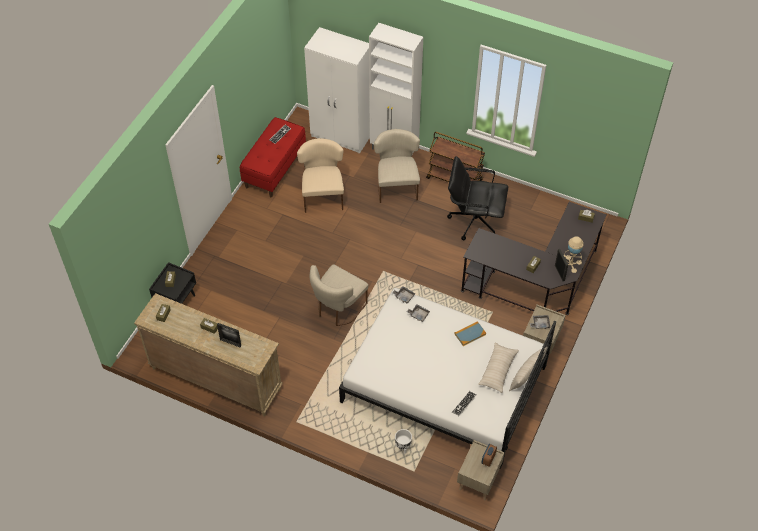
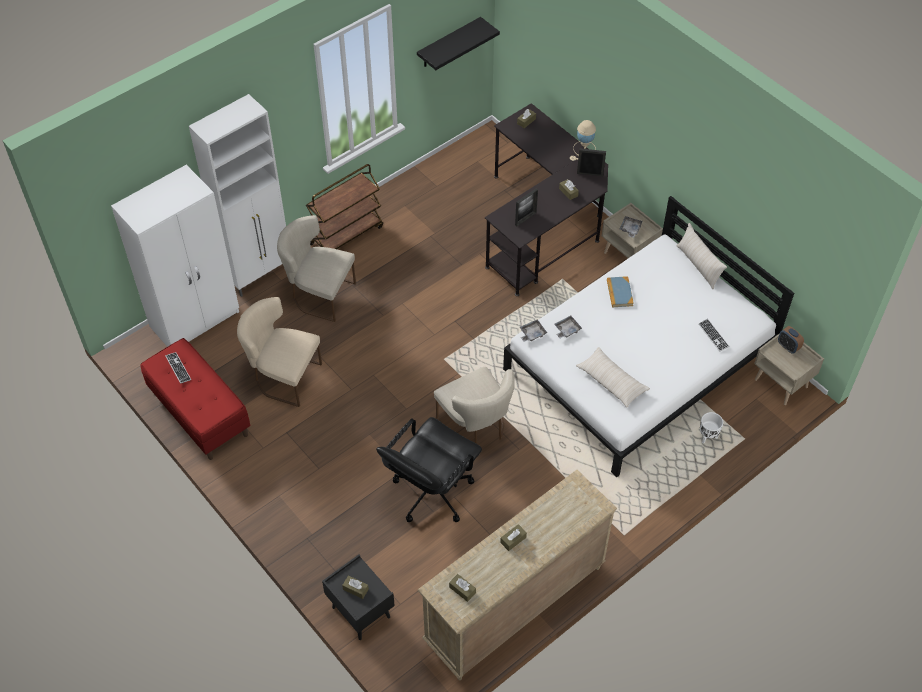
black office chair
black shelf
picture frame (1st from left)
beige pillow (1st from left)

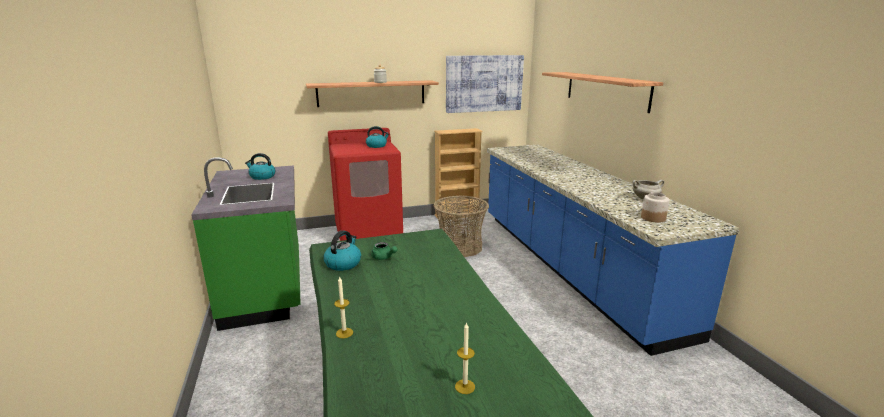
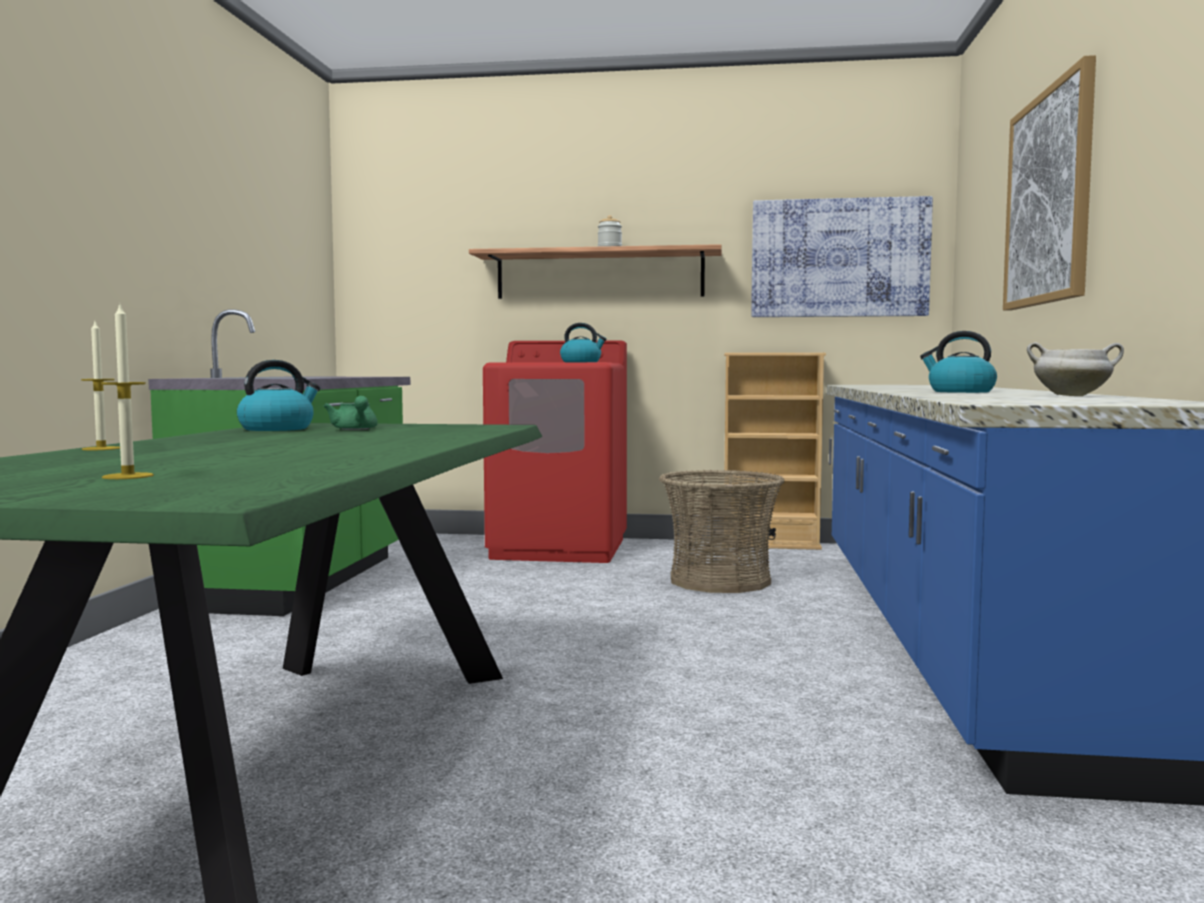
kettle (3rd from left)
picture (2nd from left)
jar (2nd from left in the first image)

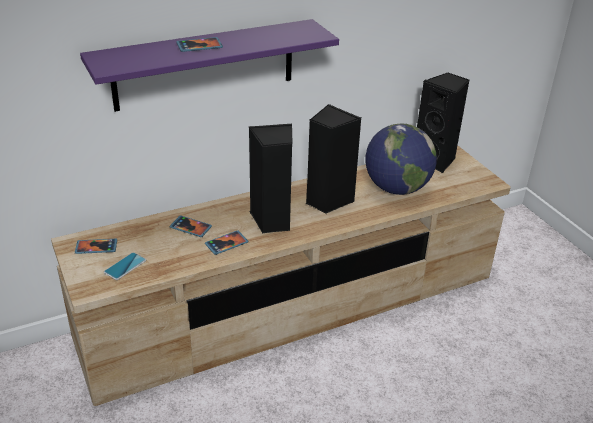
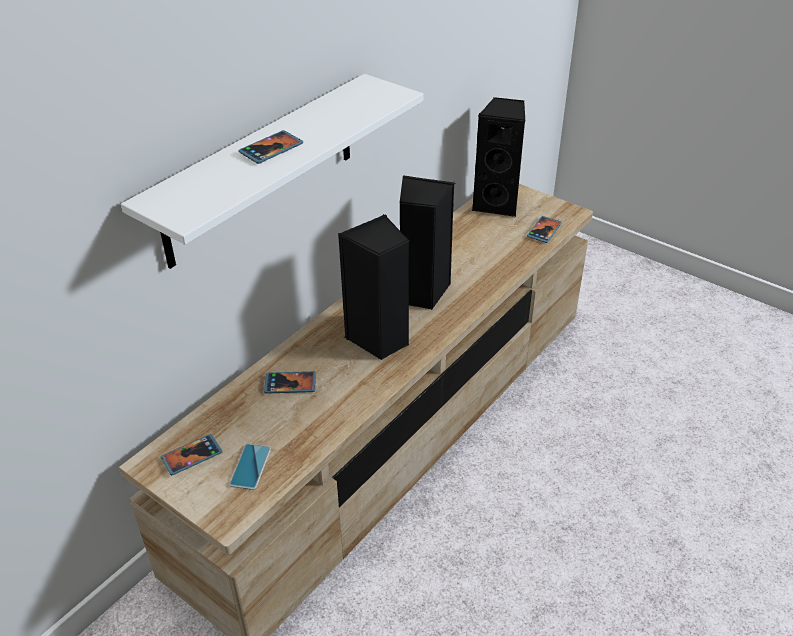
white shelf
phone (5th from left)
globe

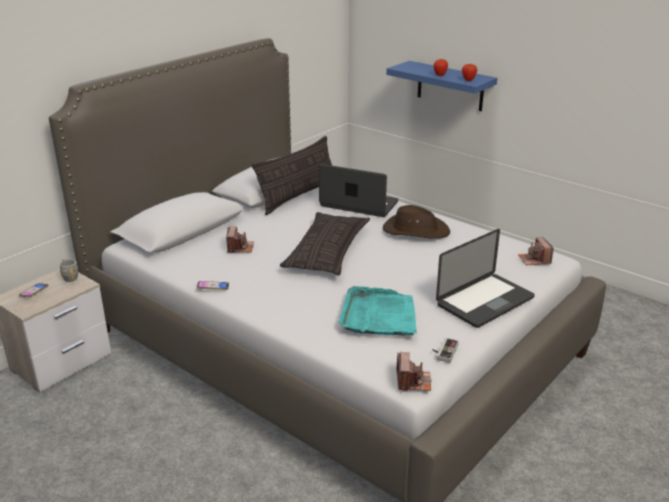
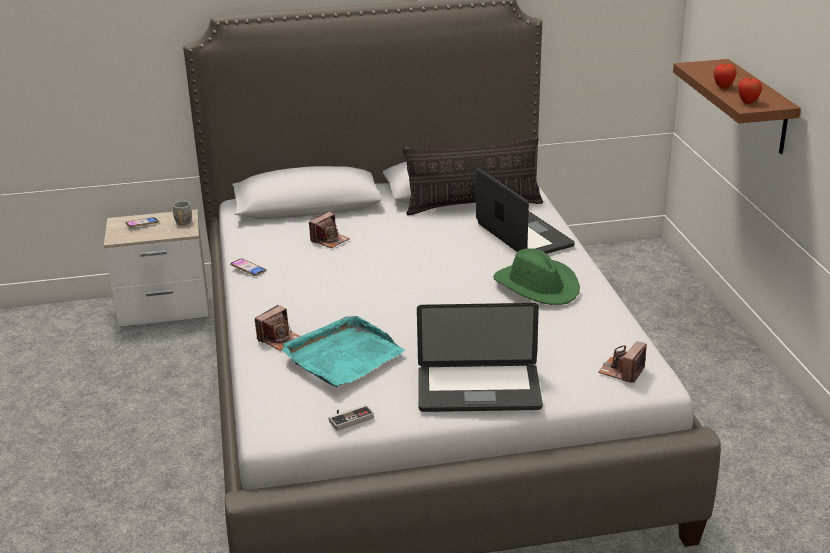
photo camera (1st from left)
green hat
brown shelf
pillow (2nd from left in the first image)

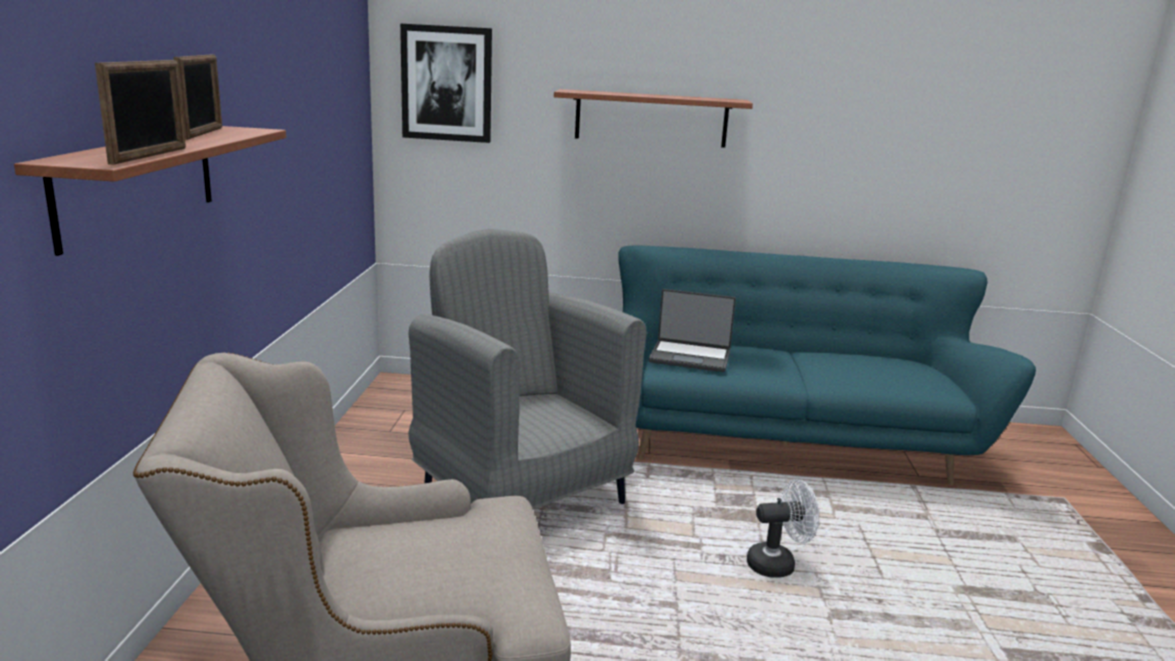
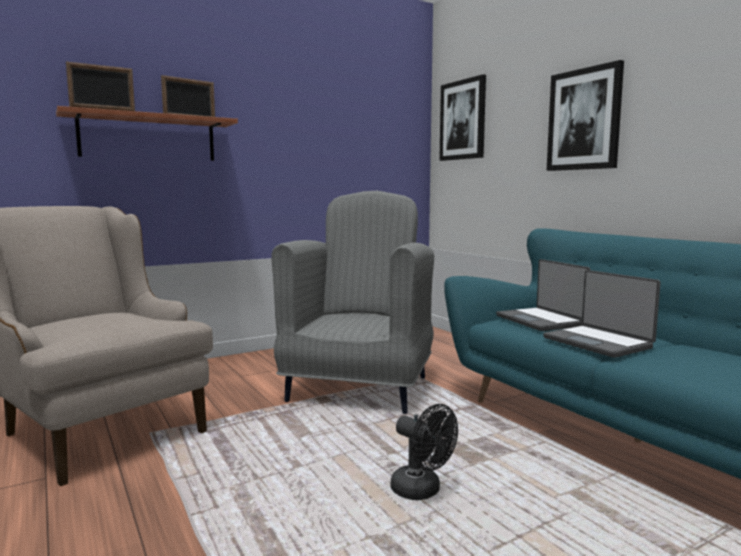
black fan
laptop (2nd from left)
picture (2nd from left)

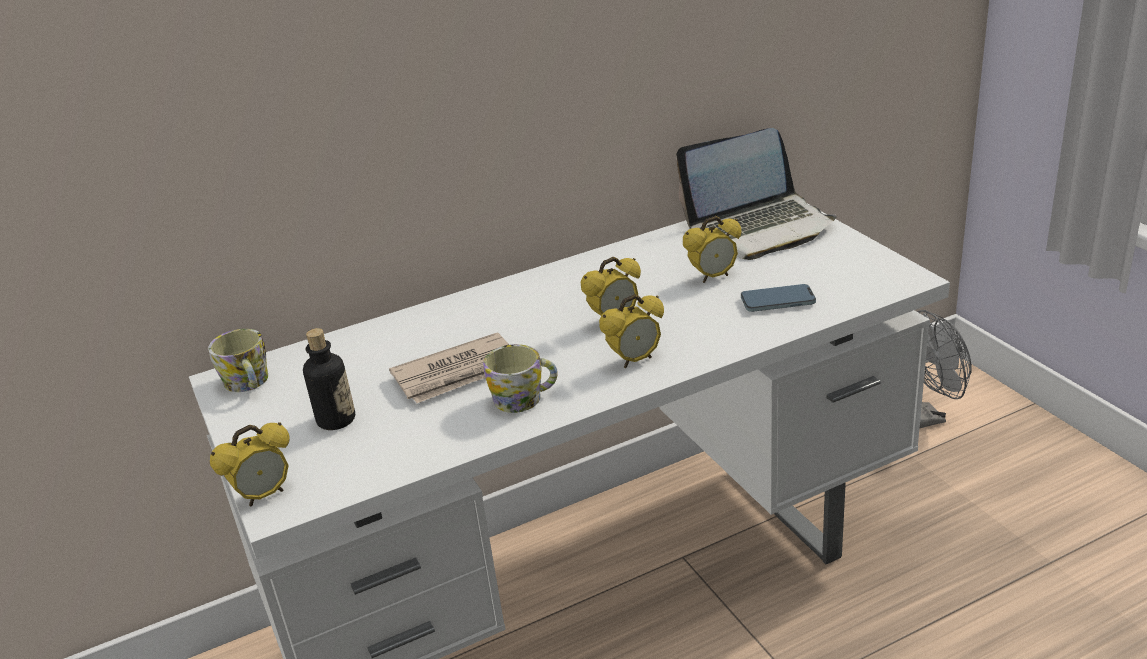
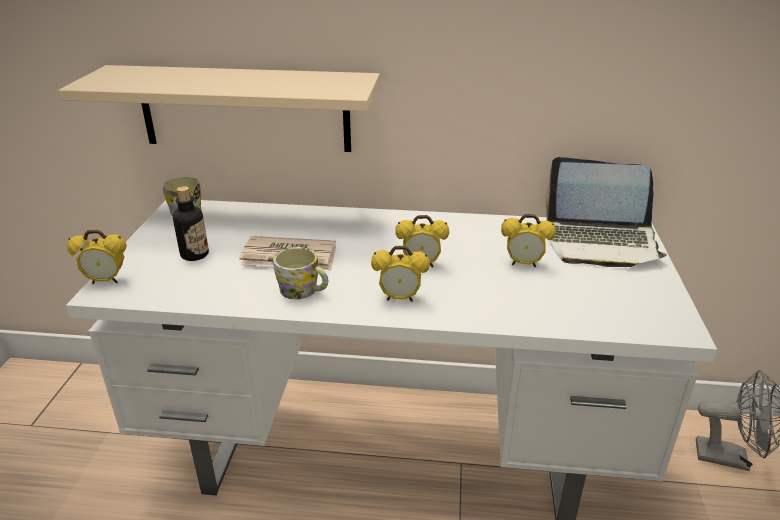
beige shelf
phone

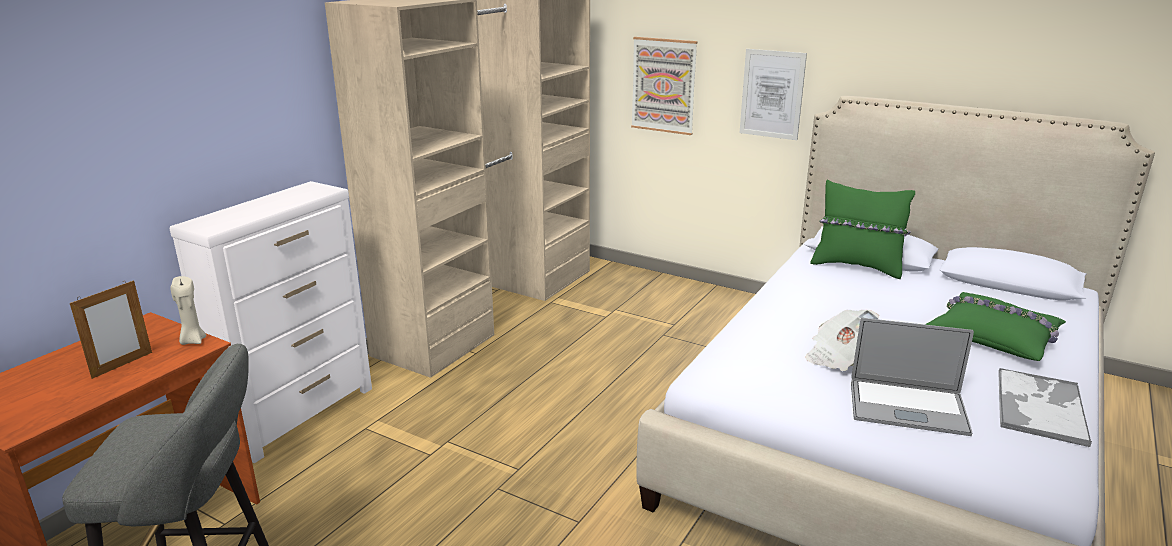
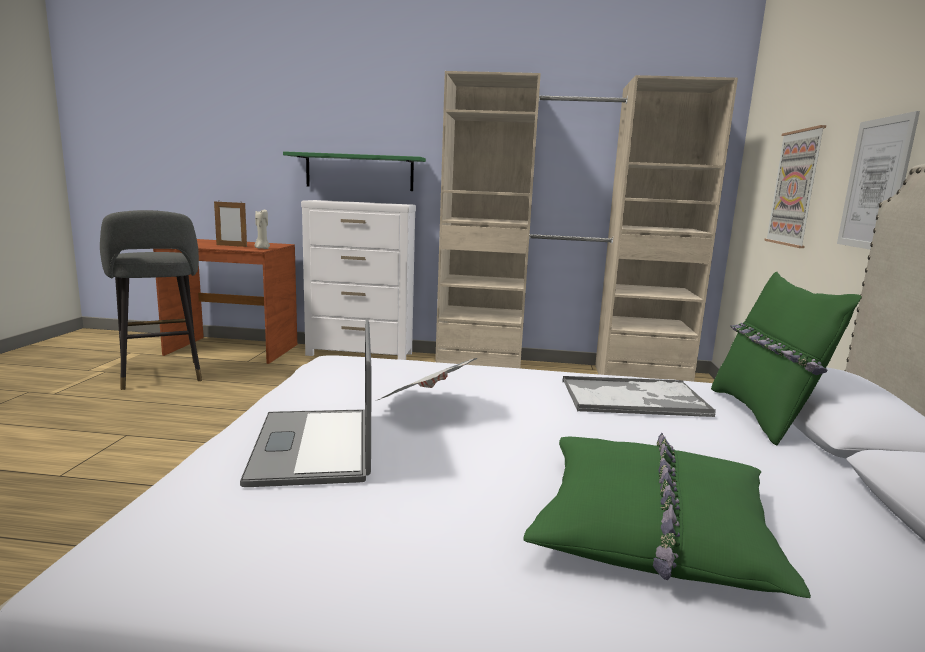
green shelf
tray

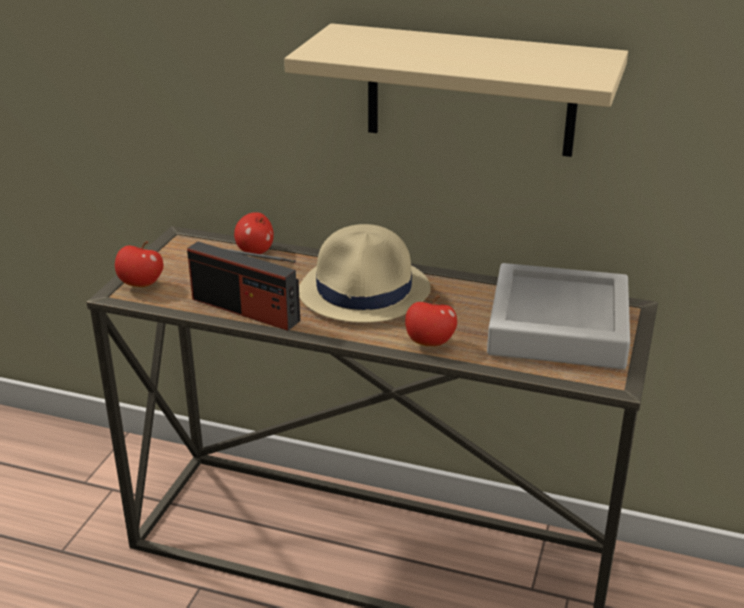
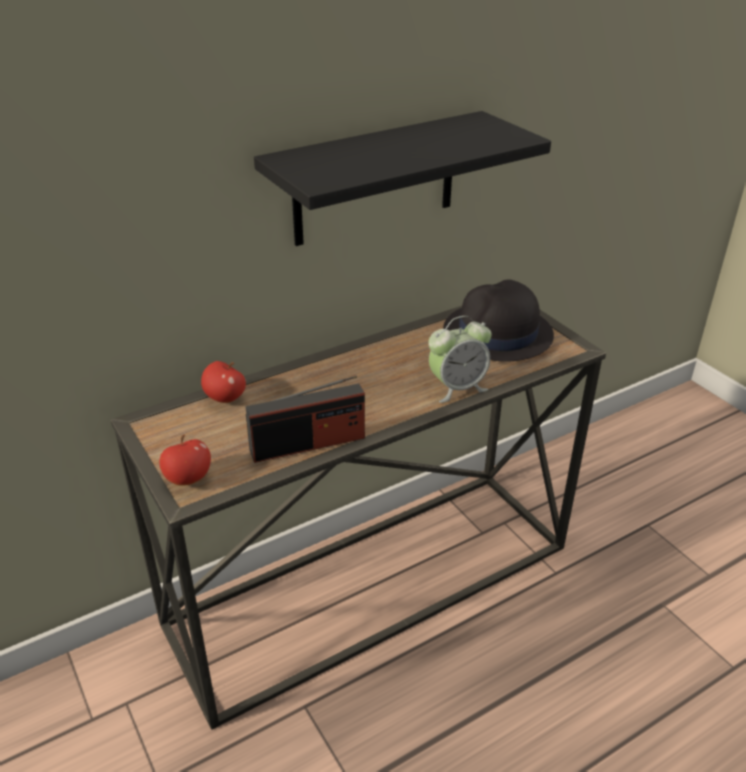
black shelf
alarm clock
black hat
beige hat

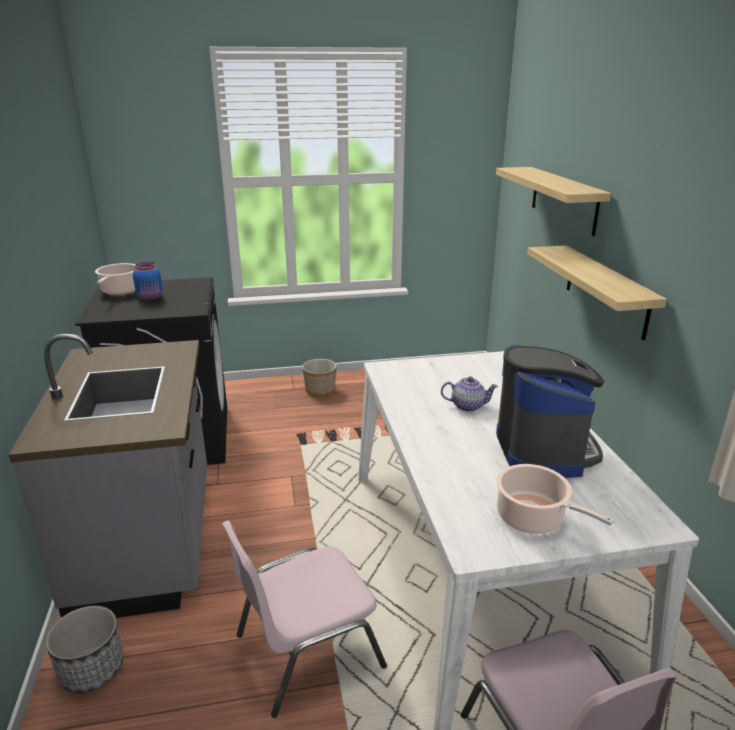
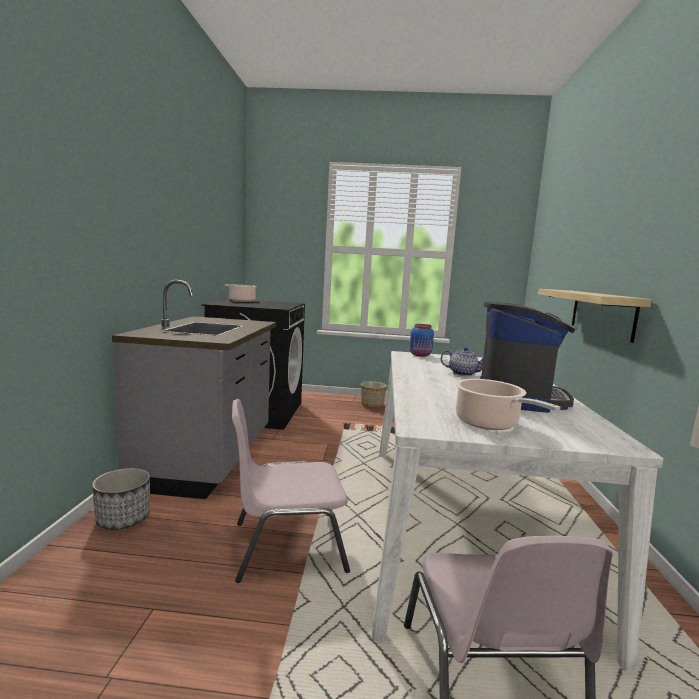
blue jar
shelf (1st from left in the first image)

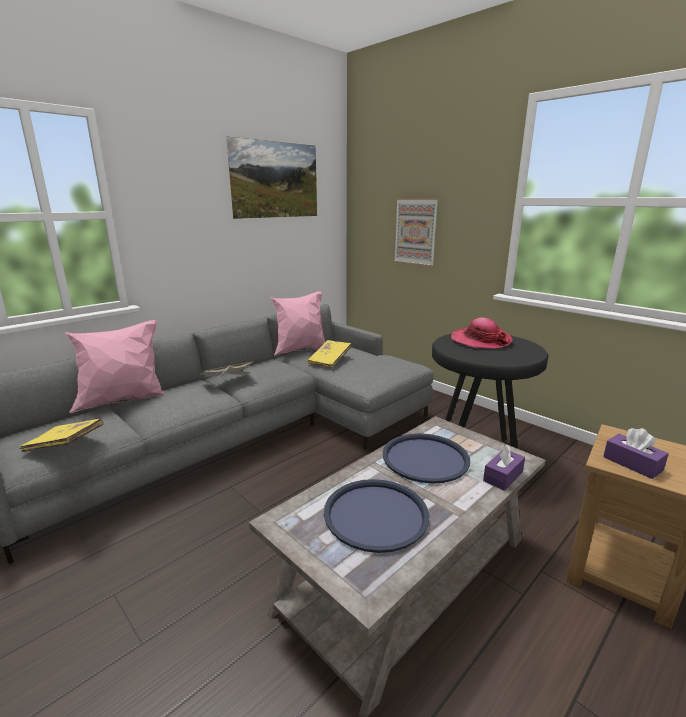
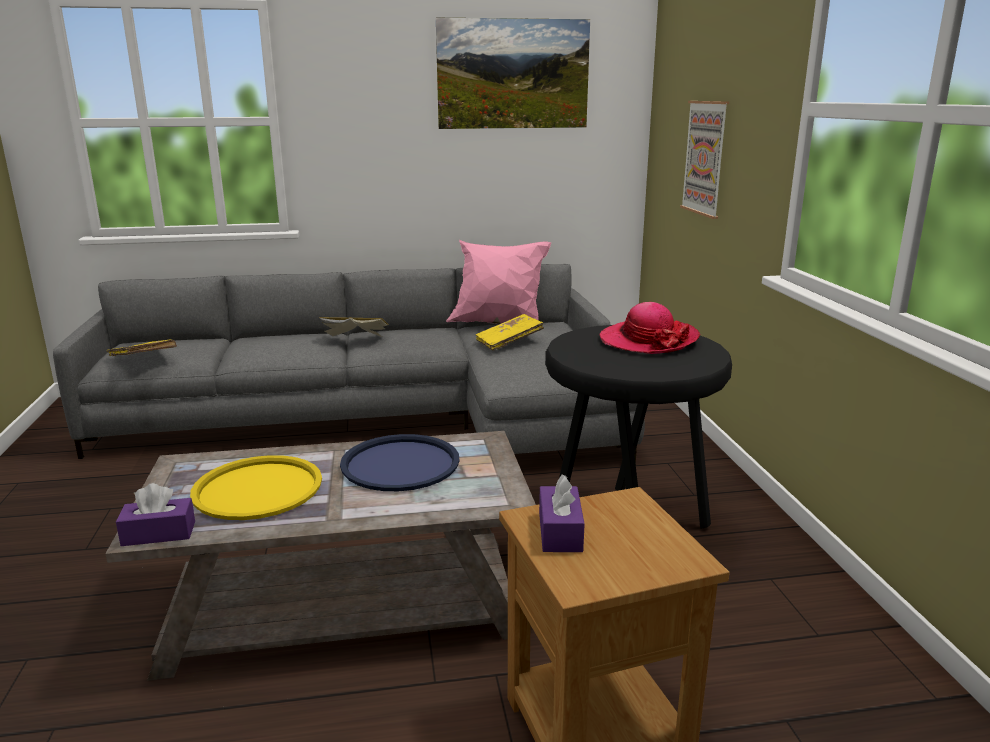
purple tissue box (1st from left)
yellow tray
pink pillow (1st from left in the first image)

